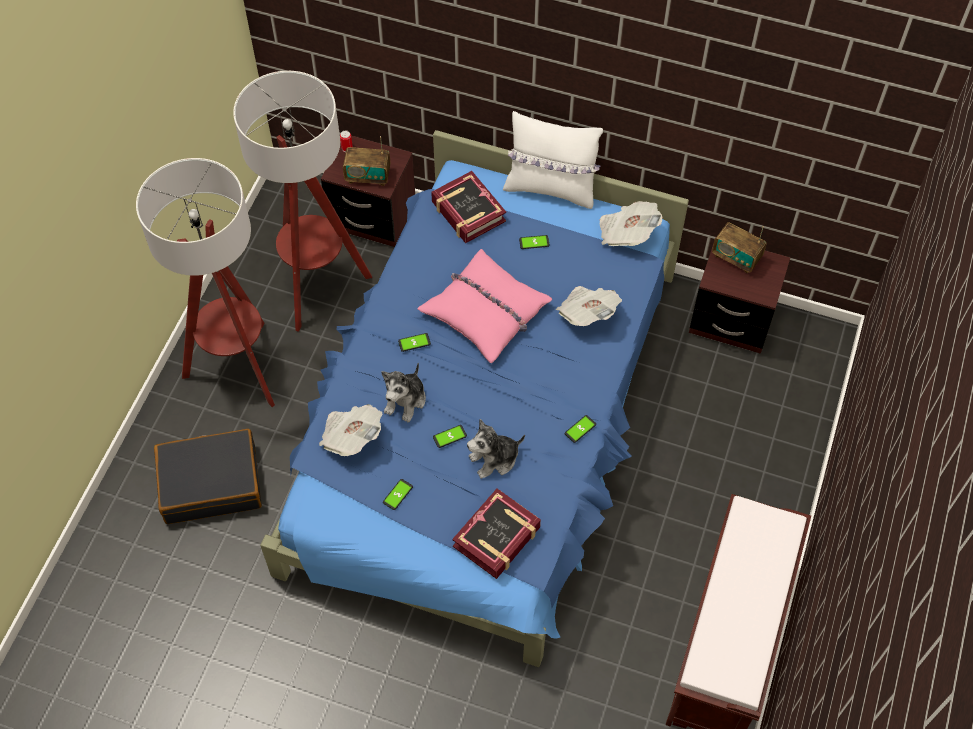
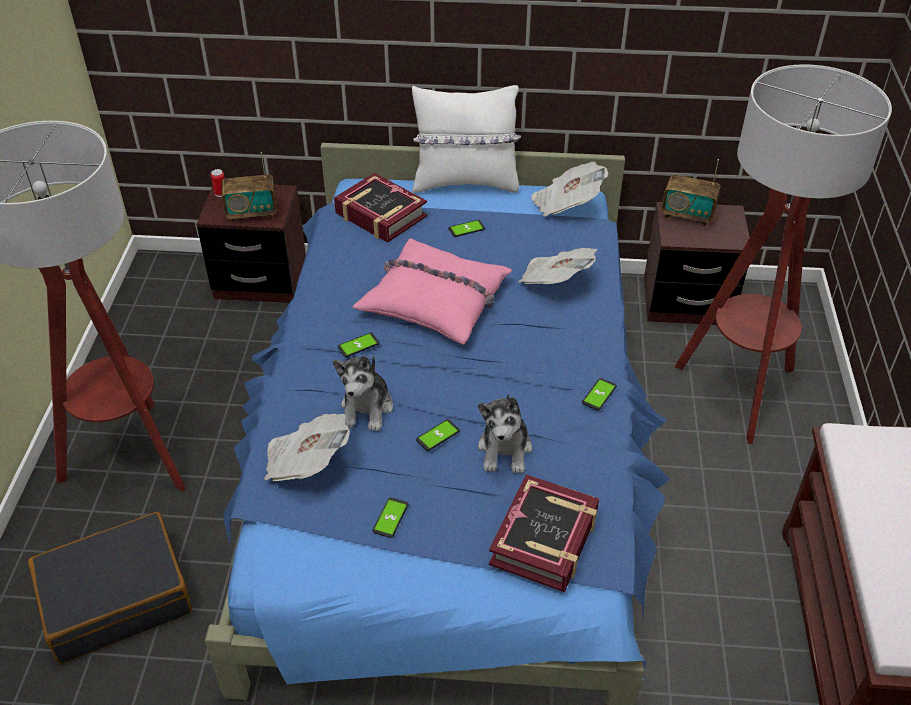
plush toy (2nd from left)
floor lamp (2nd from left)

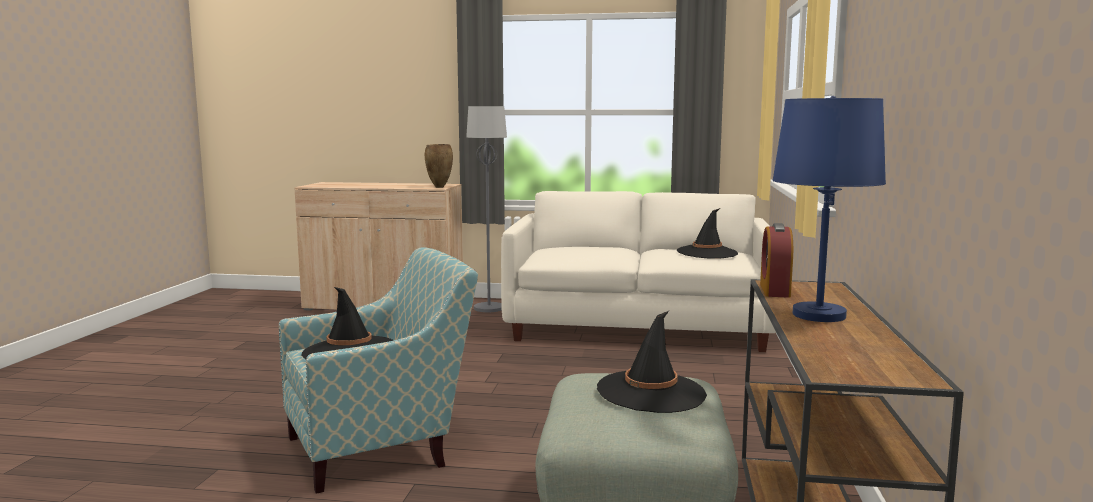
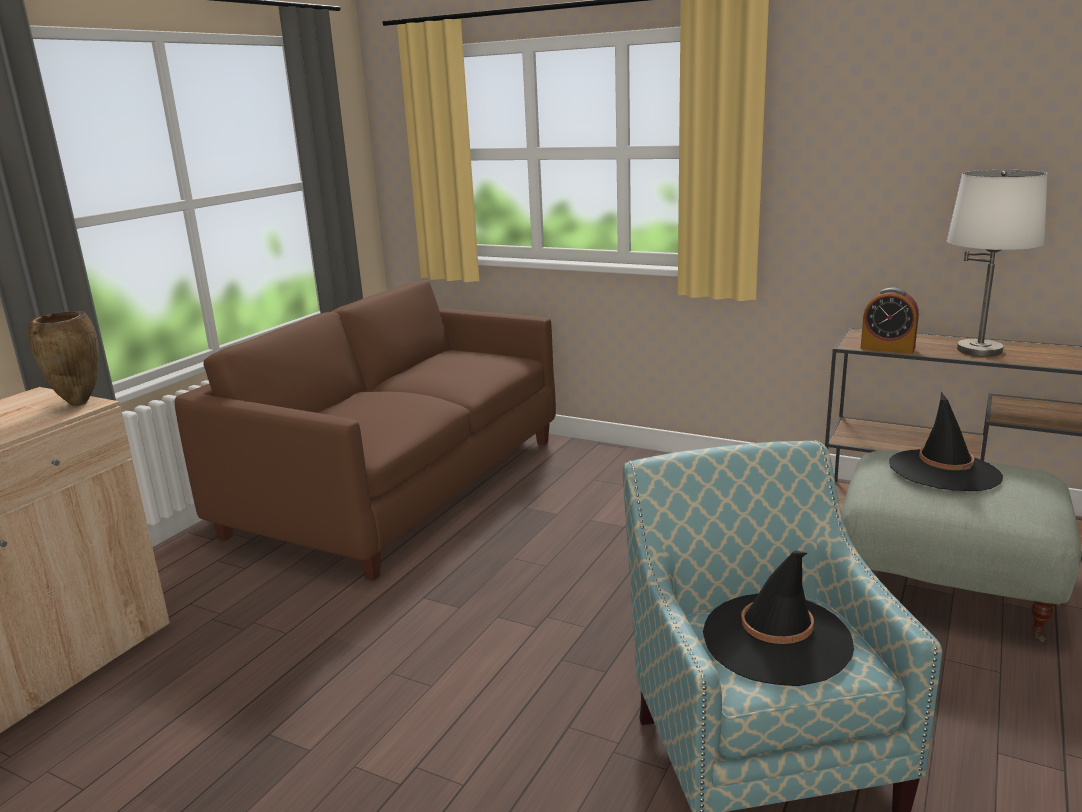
brown sofa
white table lamp
grey floor lamp
black hat (3rd from left in the first image)

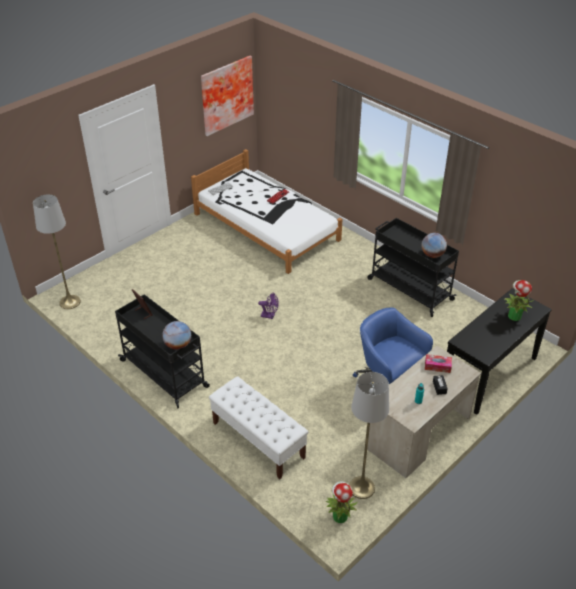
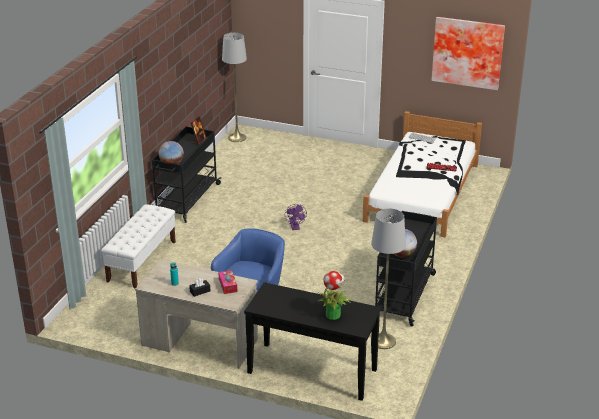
grey floor lamp (2nd from left)
potted plant (1st from left in the first image)

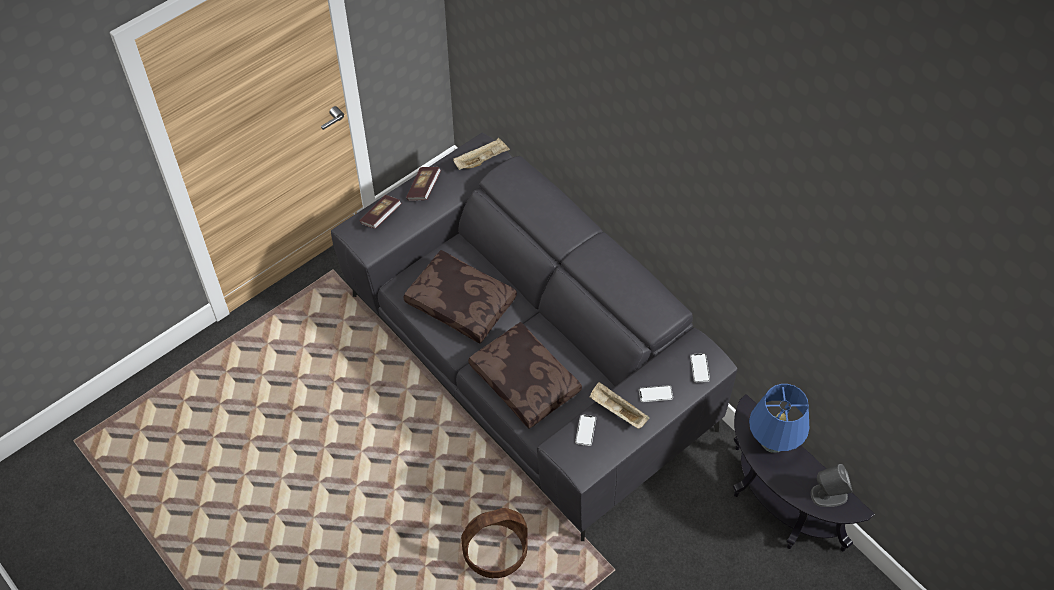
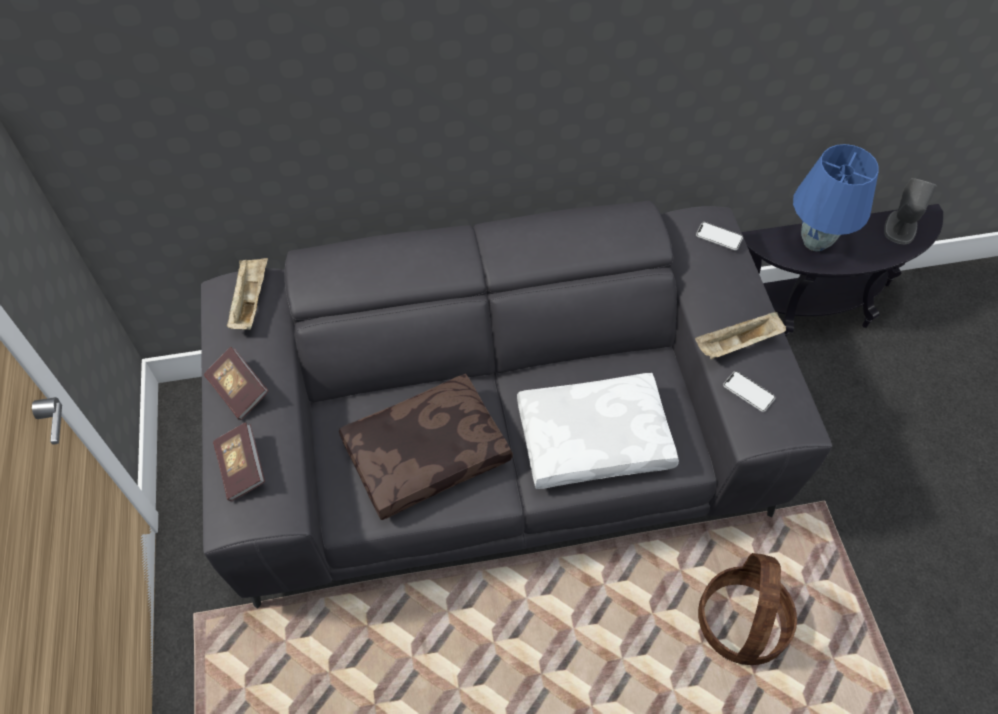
white pillow
phone (2nd from left in the first image)

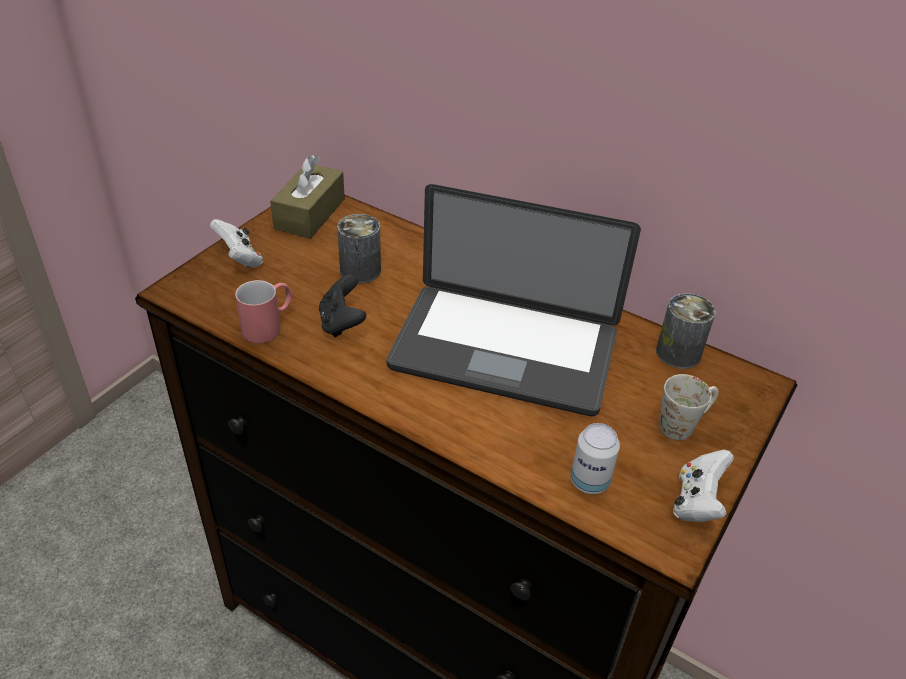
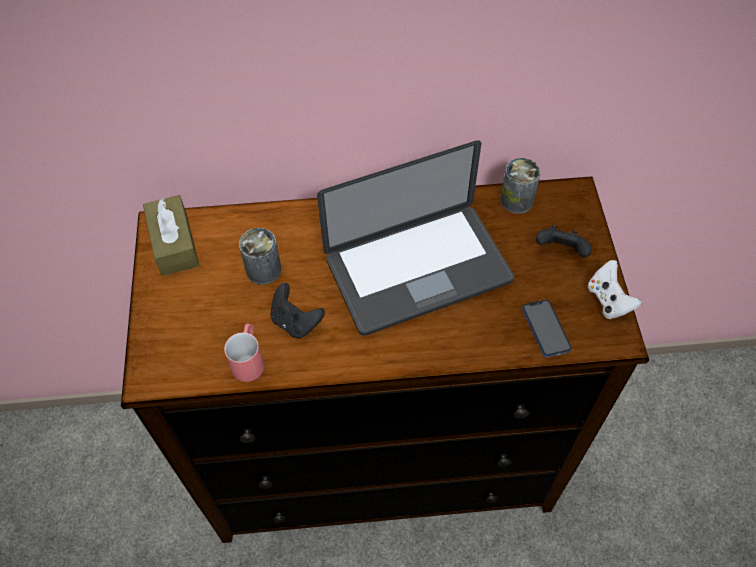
phone
black game controller (2nd from left)
white game controller (1st from left in the first image)

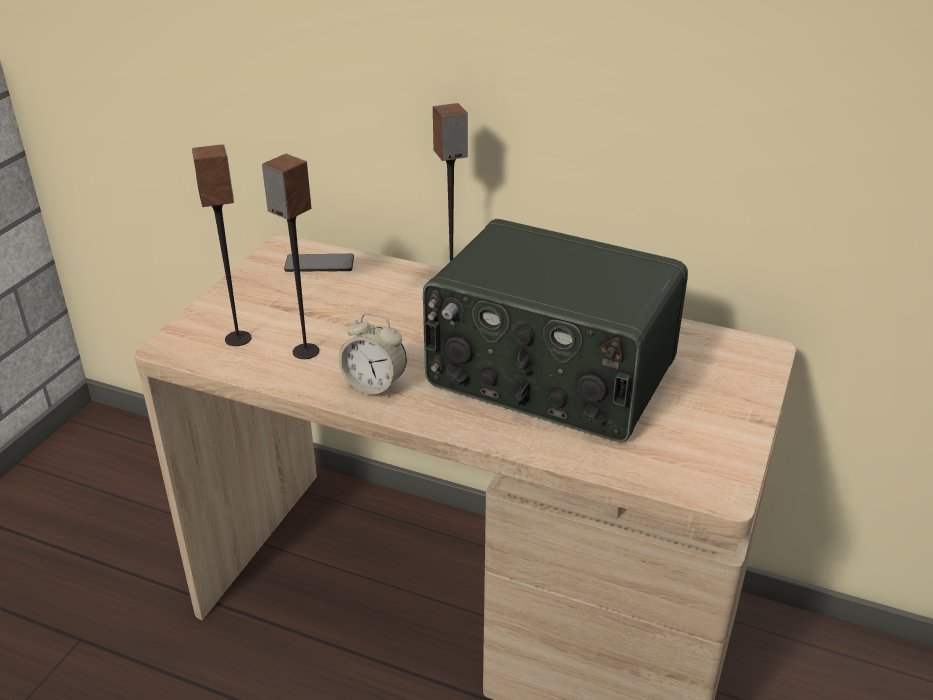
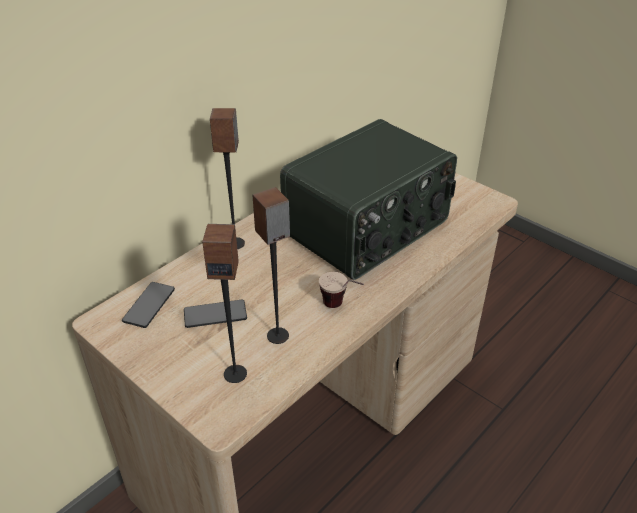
phone (2nd from left)
cup

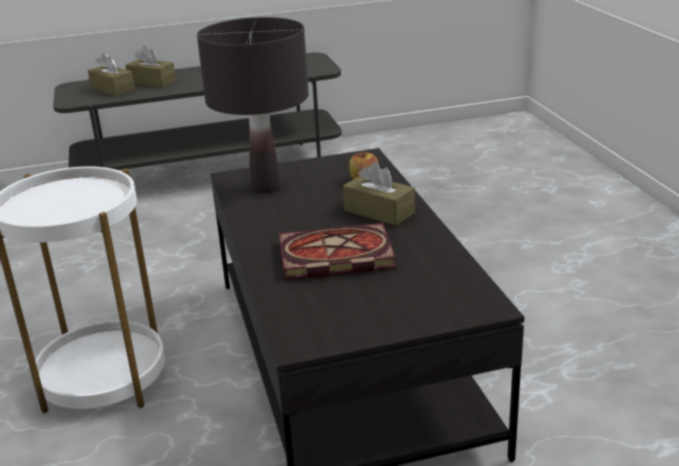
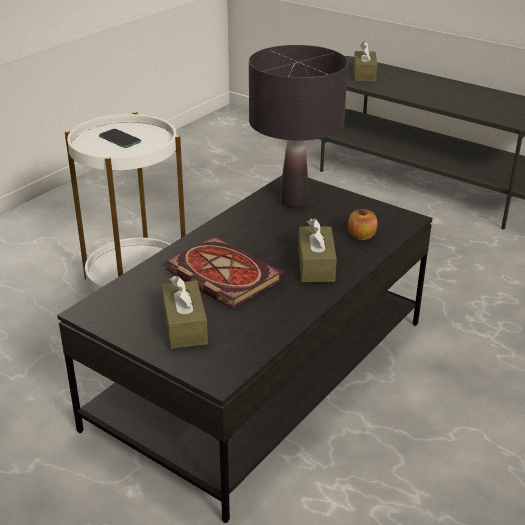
phone
brown tissue box (1st from left)

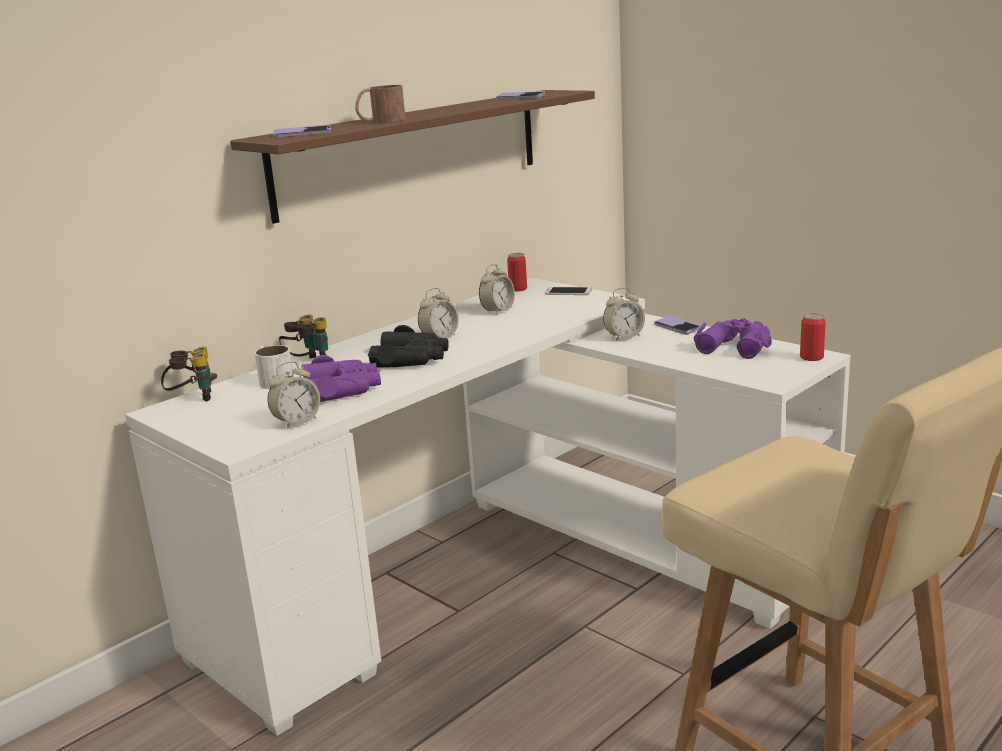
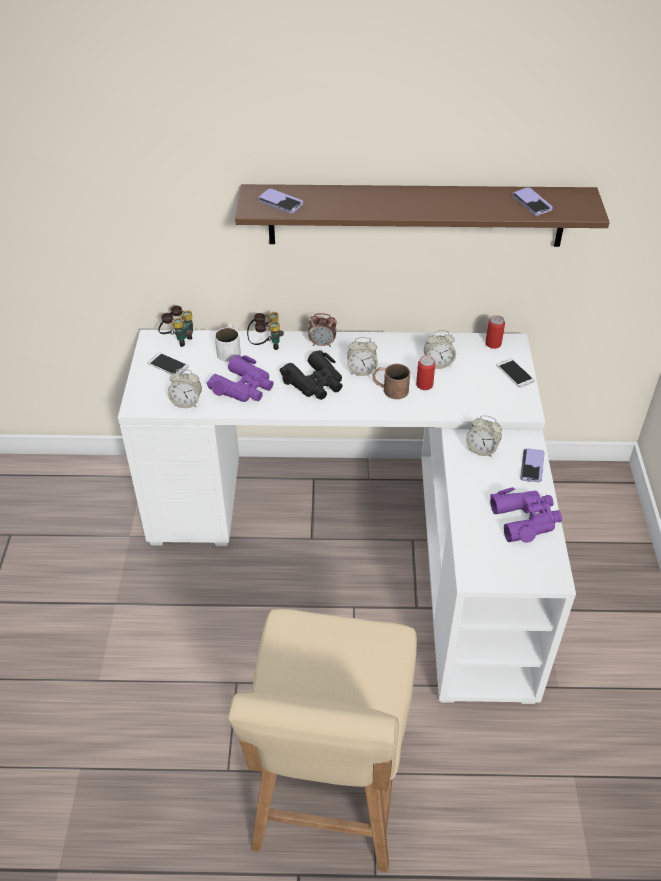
phone (1st from left)
alarm clock (2nd from left)
brown mug
can (1st from left)

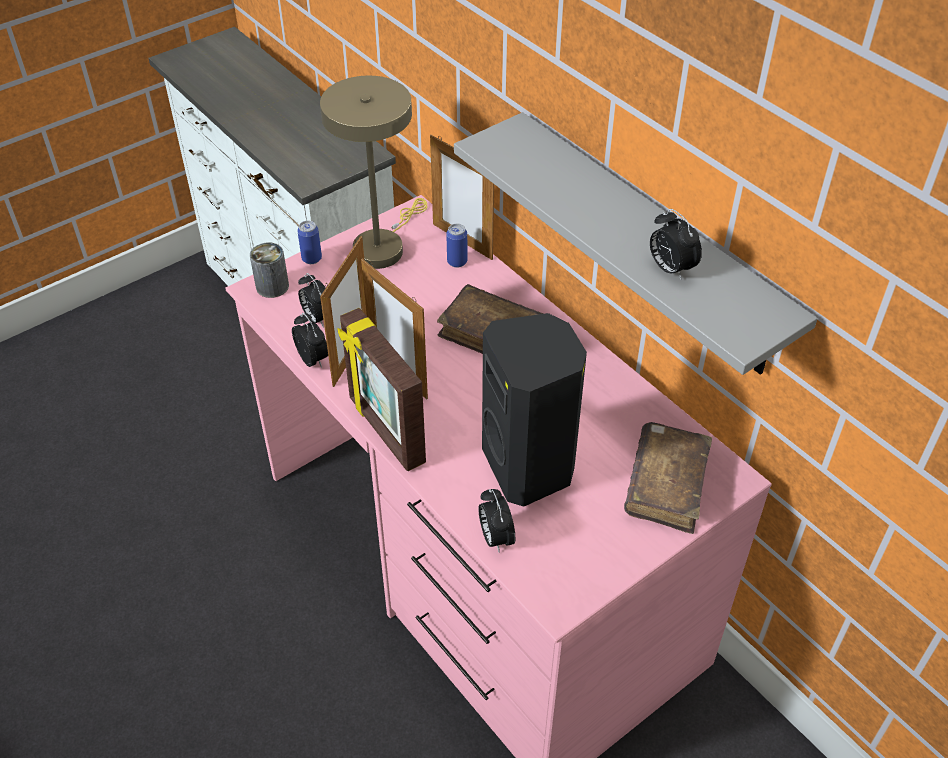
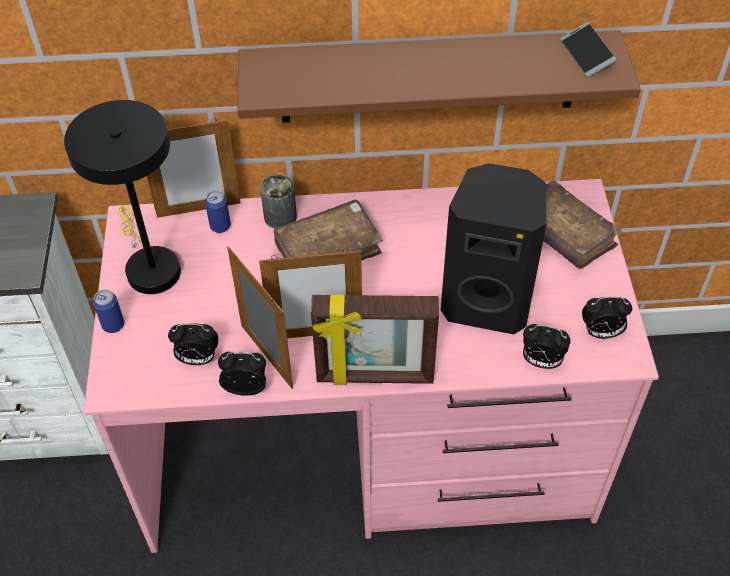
black table lamp
brown shelf
can (3rd from left)
phone
alarm clock (4th from left)

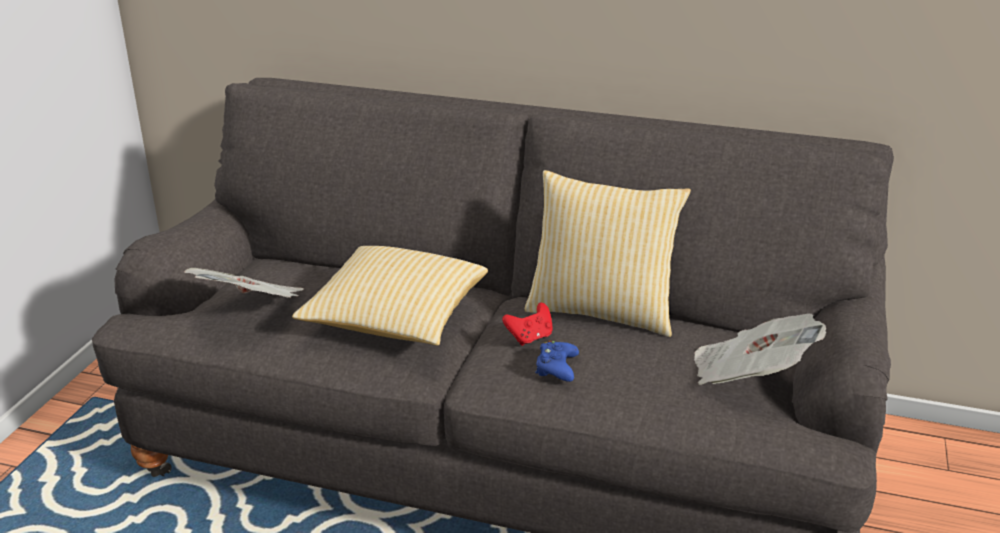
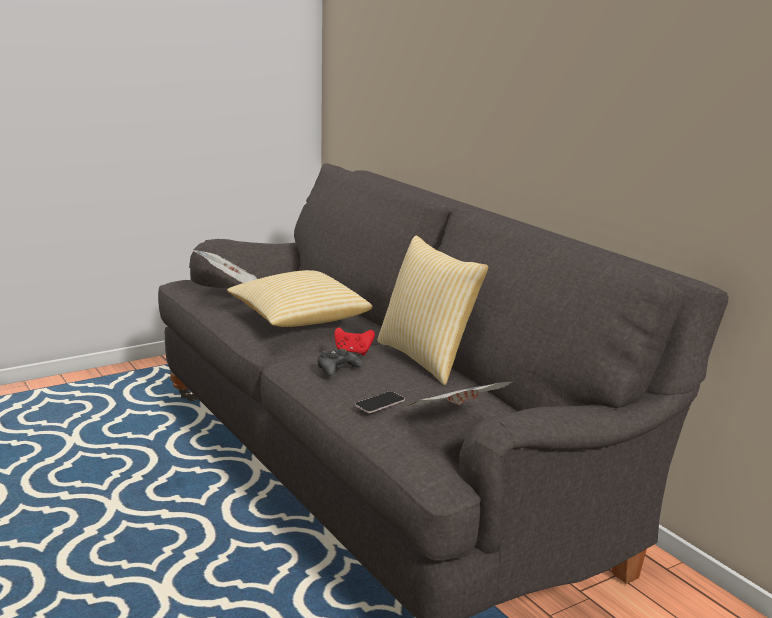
black game controller
phone

